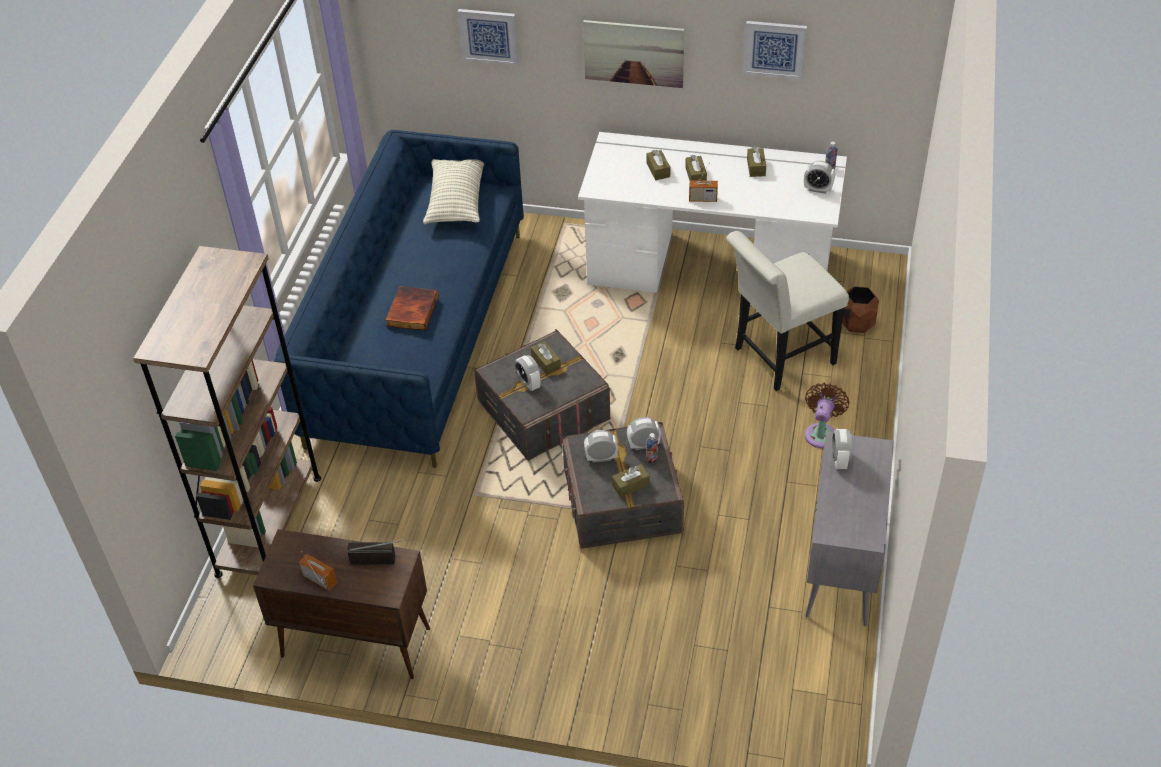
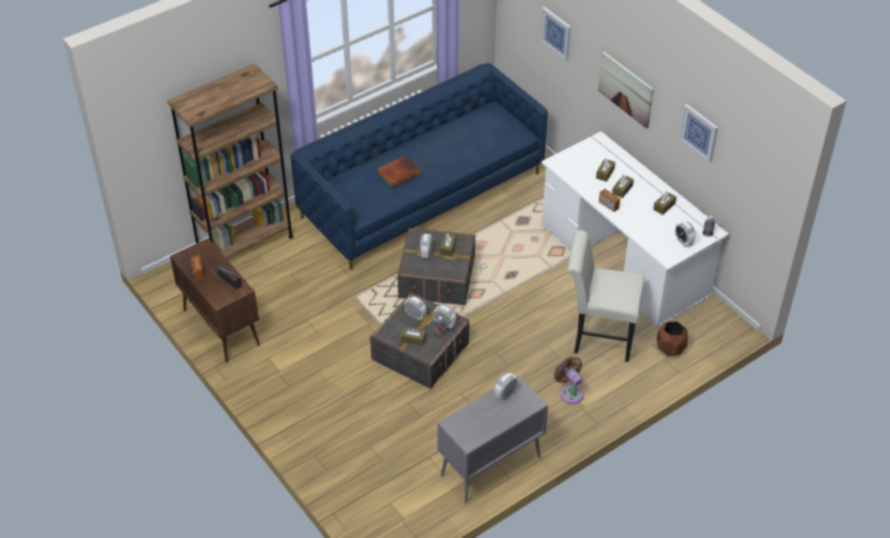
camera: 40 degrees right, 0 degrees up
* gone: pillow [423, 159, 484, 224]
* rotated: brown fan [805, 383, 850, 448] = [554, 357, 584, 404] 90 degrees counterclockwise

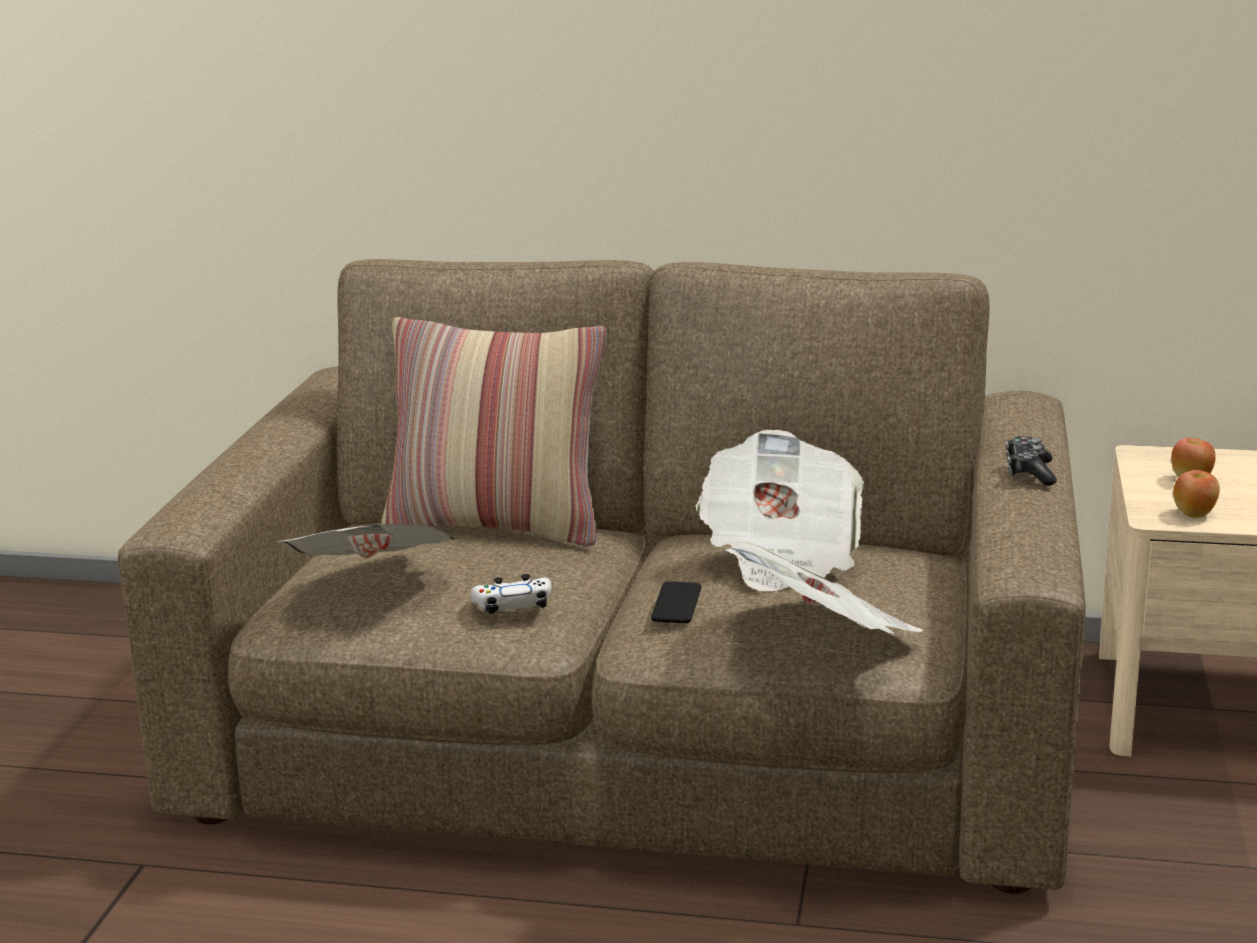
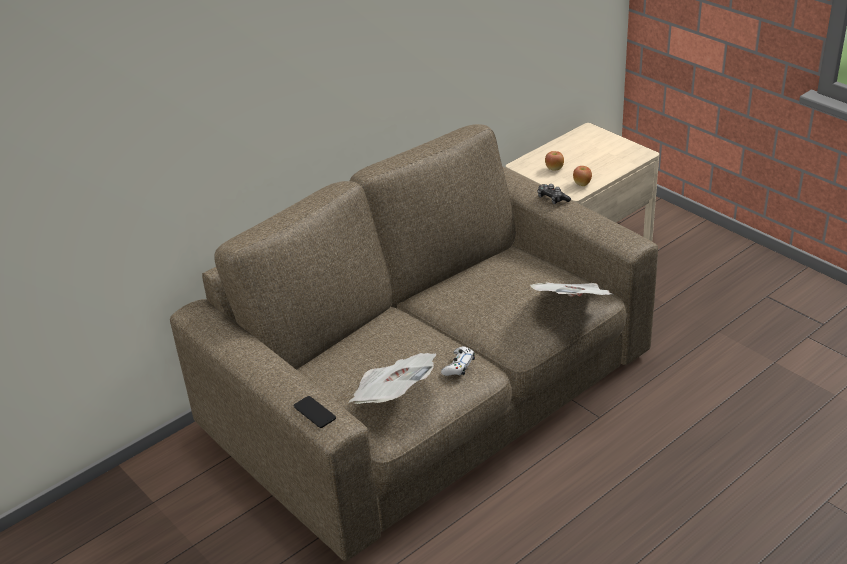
camera: 50 degrees left, 15 degrees up
* gone: pillow [381, 317, 607, 546]
* gone: newspaper [696, 430, 864, 592]
* shifted: phone [651, 581, 701, 623] to [294, 396, 336, 428]

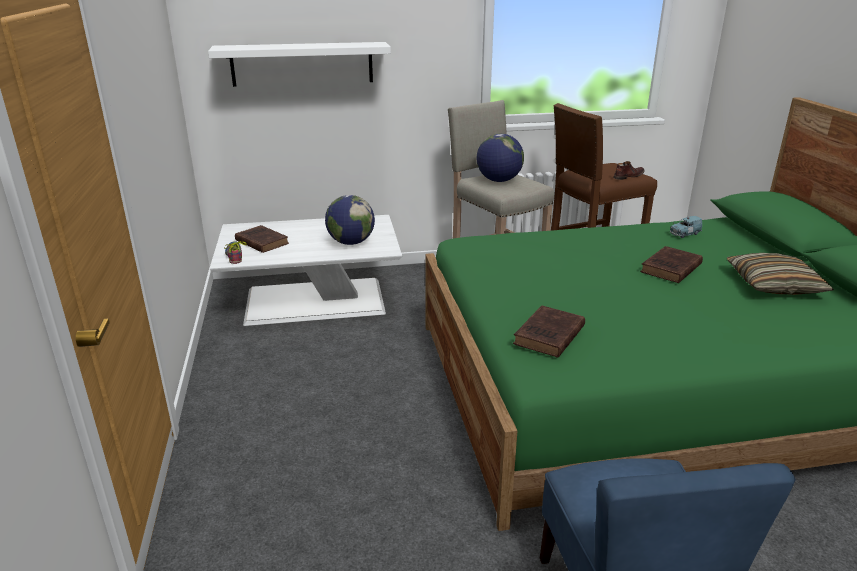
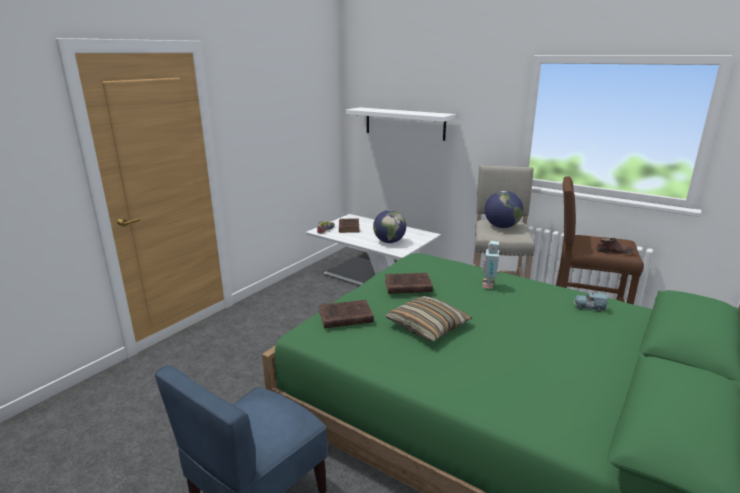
camera: 45 degrees right, 5 degrees down
* new: toy robot [482, 241, 500, 289]
* shifted: brown book [640, 246, 703, 283] to [385, 273, 433, 294]
* shifted: pillow [727, 253, 834, 295] to [385, 296, 472, 341]

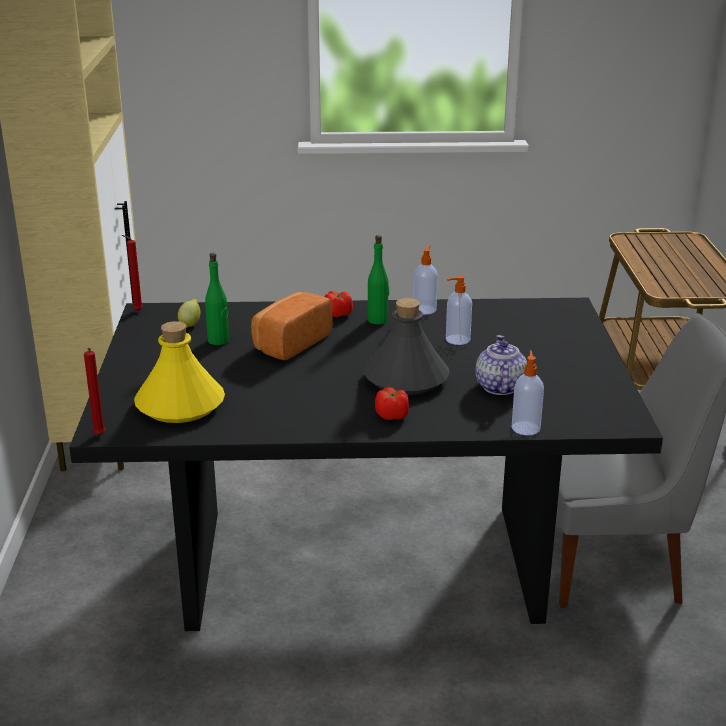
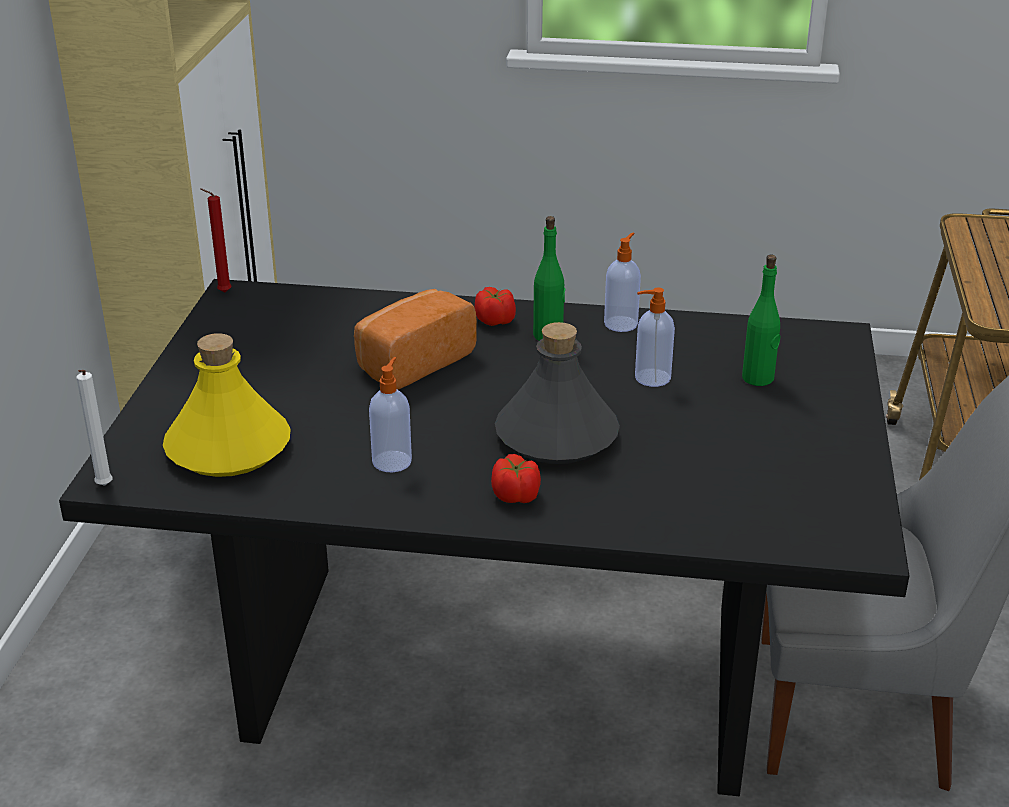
camera: 10 degrees right, 5 degrees up
* gone: lemon [178, 299, 200, 328]
* gone: teapot [475, 335, 527, 395]
* shifted: green bottle [205, 253, 229, 345] to [742, 255, 780, 386]
* shifted: soap dispenser [512, 350, 544, 435] to [369, 357, 412, 472]
* repainted: red candle [84, 348, 105, 435] to white candle [77, 370, 112, 486]

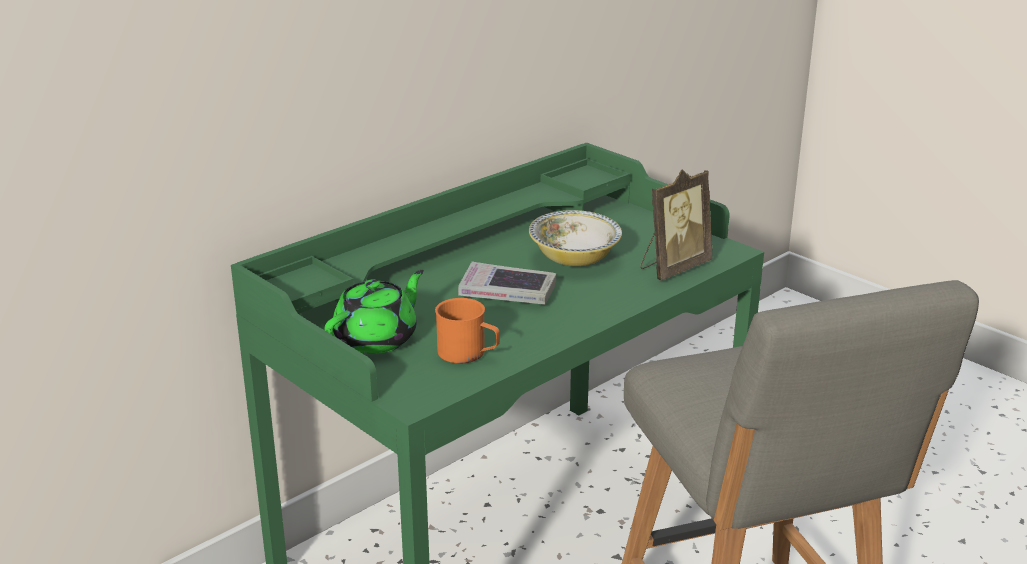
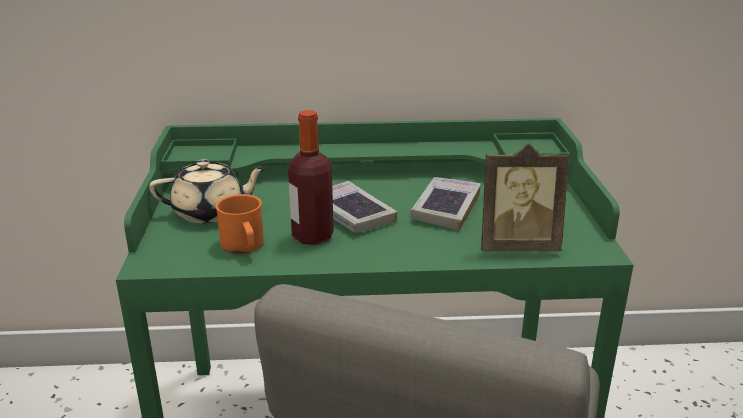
camera: 40 degrees right, 0 degrees up
* new: bottle [288, 110, 334, 245]
* swapped: bowl [529, 210, 622, 266] to book [410, 177, 481, 231]
* repainted: green teapot [324, 270, 424, 354] to beige teapot [149, 159, 267, 223]

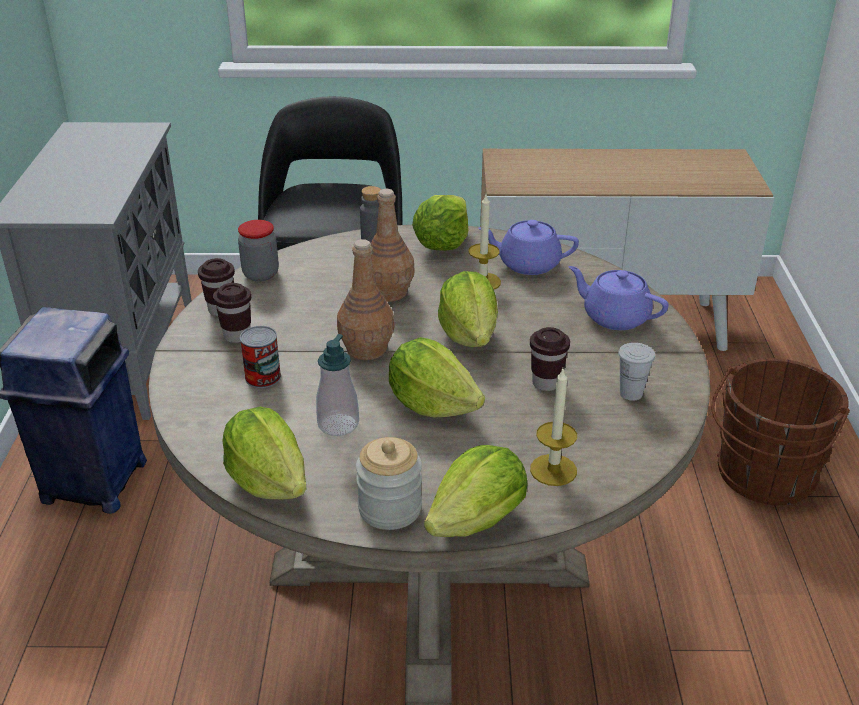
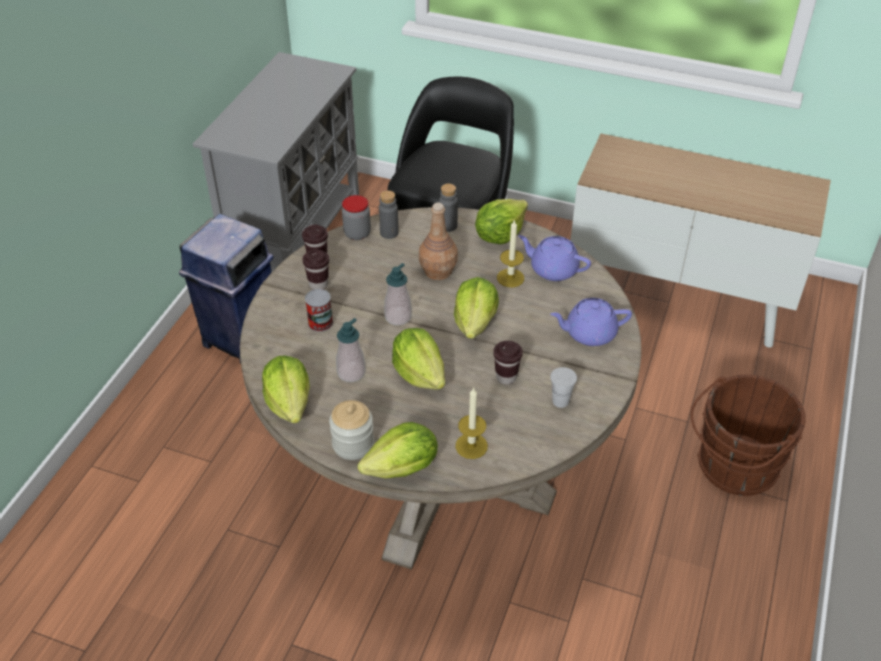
camera: 20 degrees right, 10 degrees up
* new: grey bottle [379, 190, 399, 239]
* swapped: brown bottle [337, 239, 395, 360] to soap dispenser [384, 263, 412, 326]
* rotated: purple teapot [568, 266, 668, 330] = [551, 298, 632, 346] 60 degrees counterclockwise

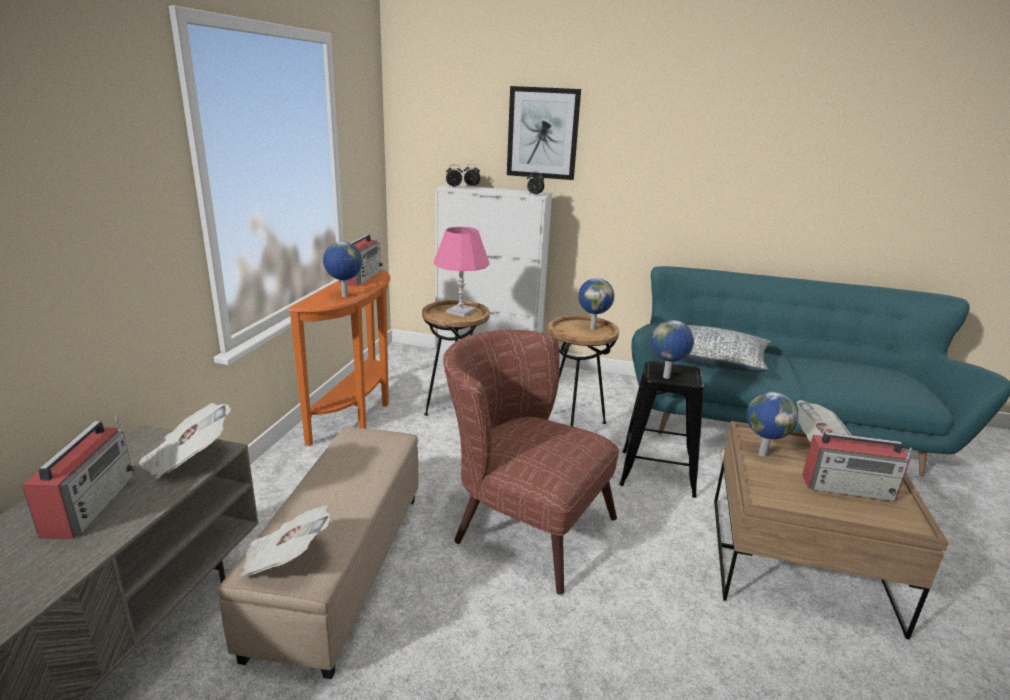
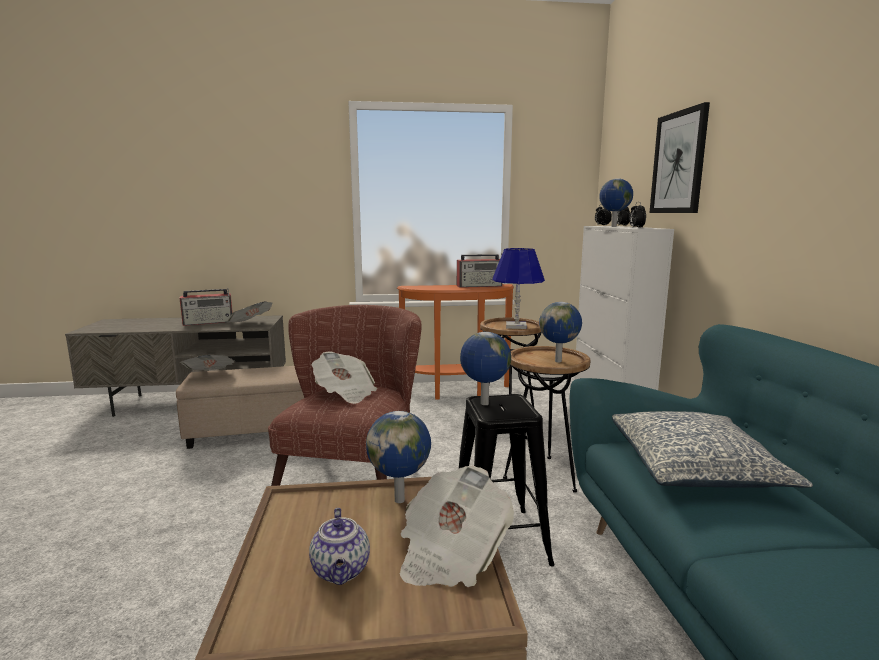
camera: 70 degrees right, 10 degrees down
* new: newspaper [312, 352, 377, 404]
* shifted: globe [323, 242, 362, 297] to [599, 178, 633, 227]
* swapped: radio [802, 432, 912, 502] to teapot [309, 508, 370, 585]
* repainted: pink table lamp [434, 227, 490, 317] to blue table lamp [492, 248, 545, 329]

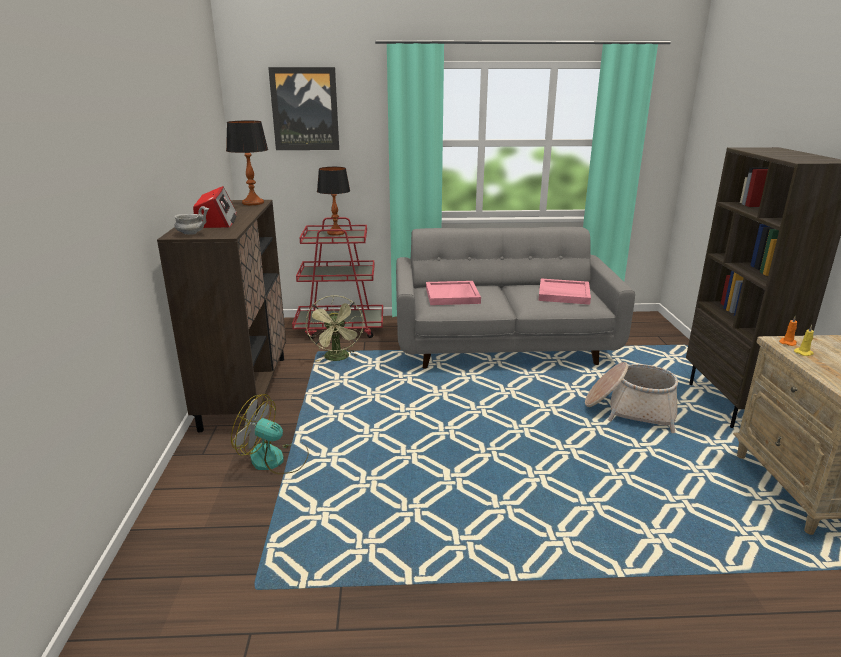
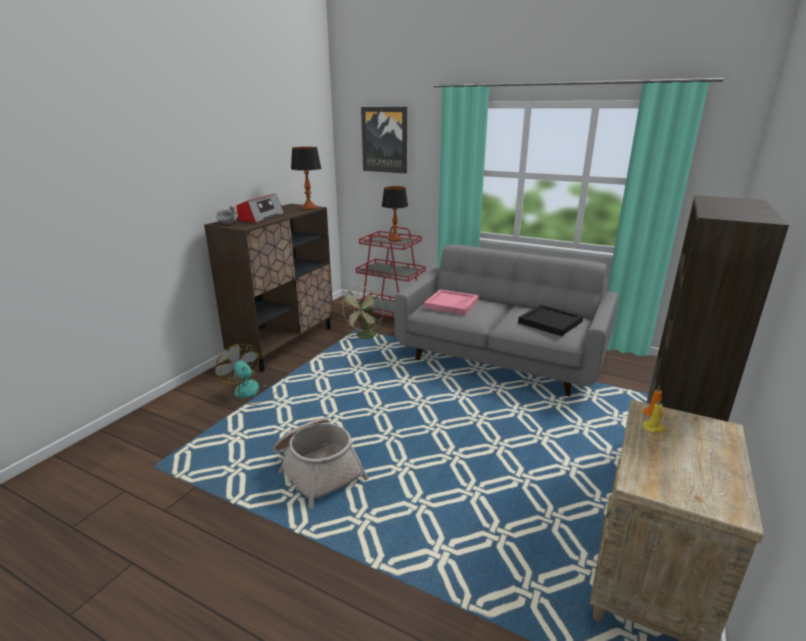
camera: 30 degrees right, 0 degrees up
* shifted: basket [585, 362, 678, 433] to [273, 418, 368, 509]
* repainted: pink tray [538, 278, 591, 305] to black tray [518, 305, 583, 336]

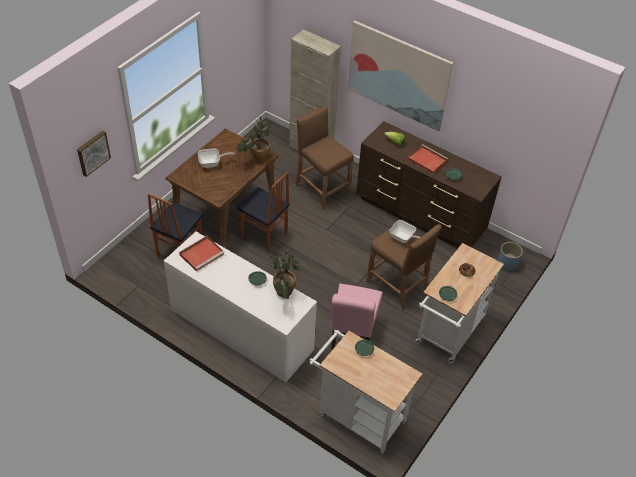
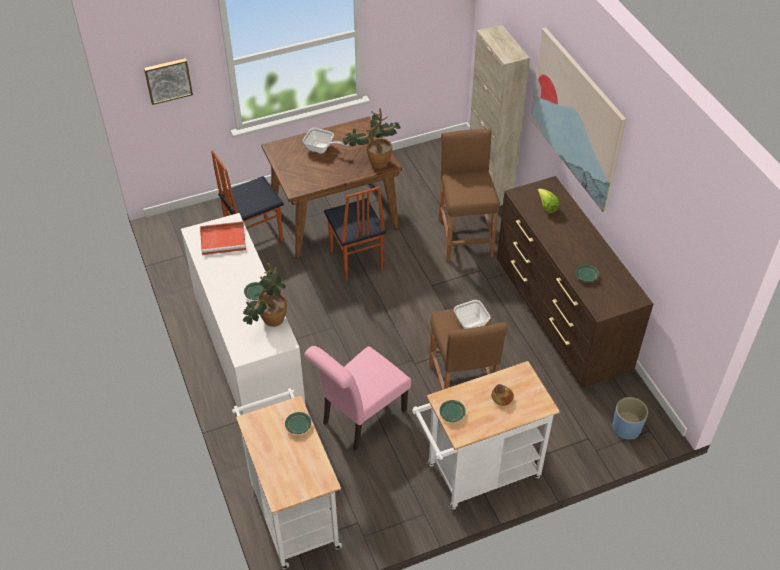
camera: 35 degrees right, 0 degrees up
* gone: red tray [407, 144, 448, 174]

